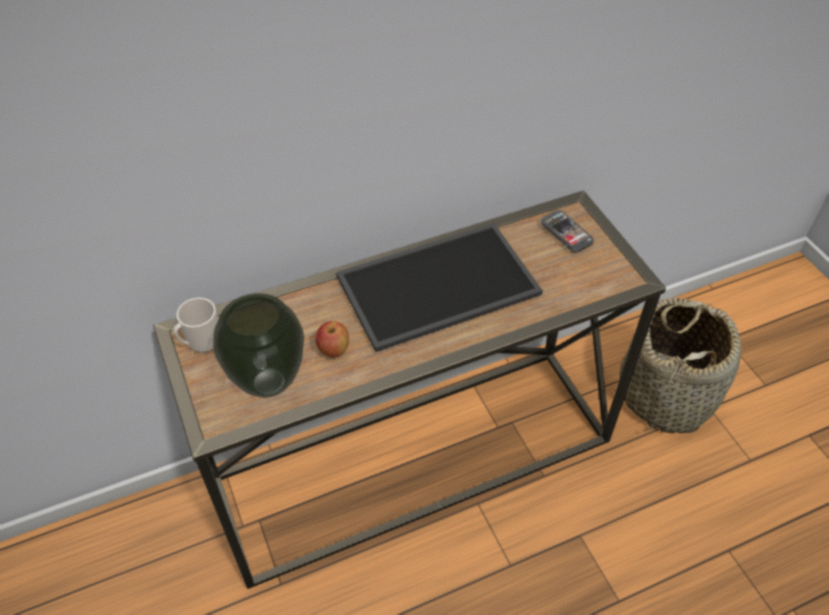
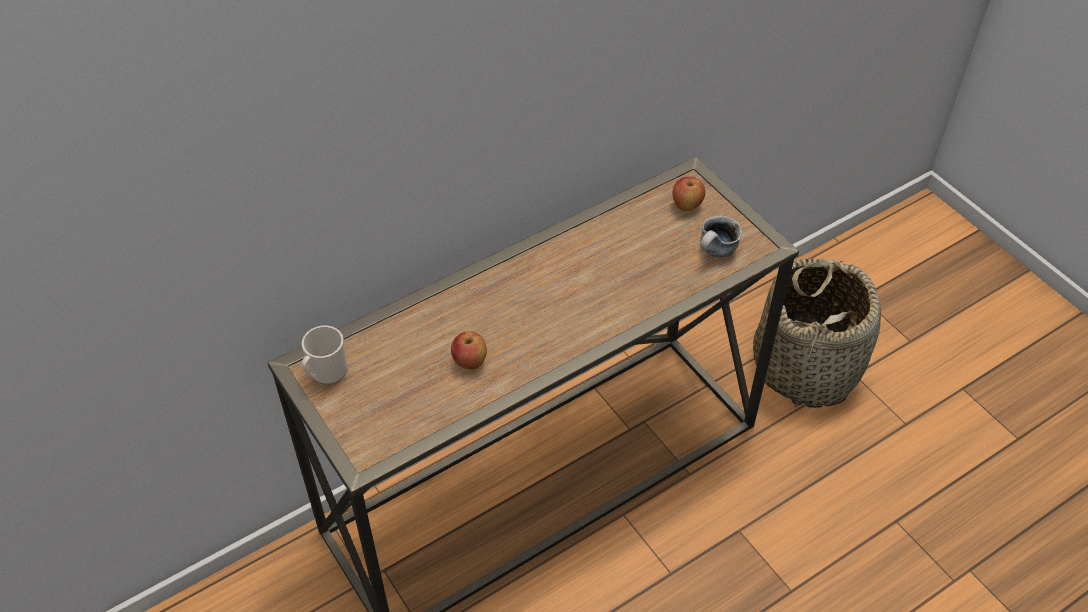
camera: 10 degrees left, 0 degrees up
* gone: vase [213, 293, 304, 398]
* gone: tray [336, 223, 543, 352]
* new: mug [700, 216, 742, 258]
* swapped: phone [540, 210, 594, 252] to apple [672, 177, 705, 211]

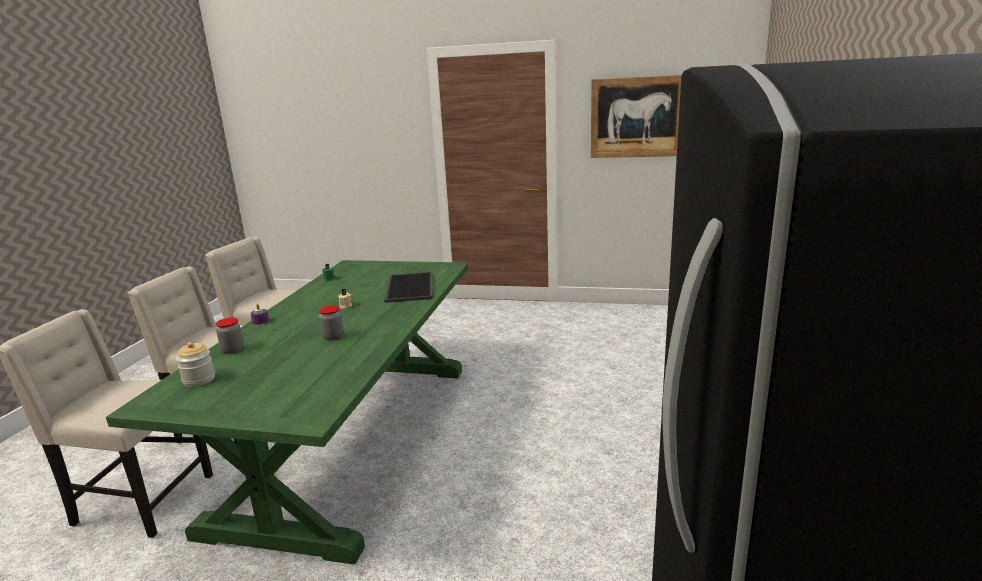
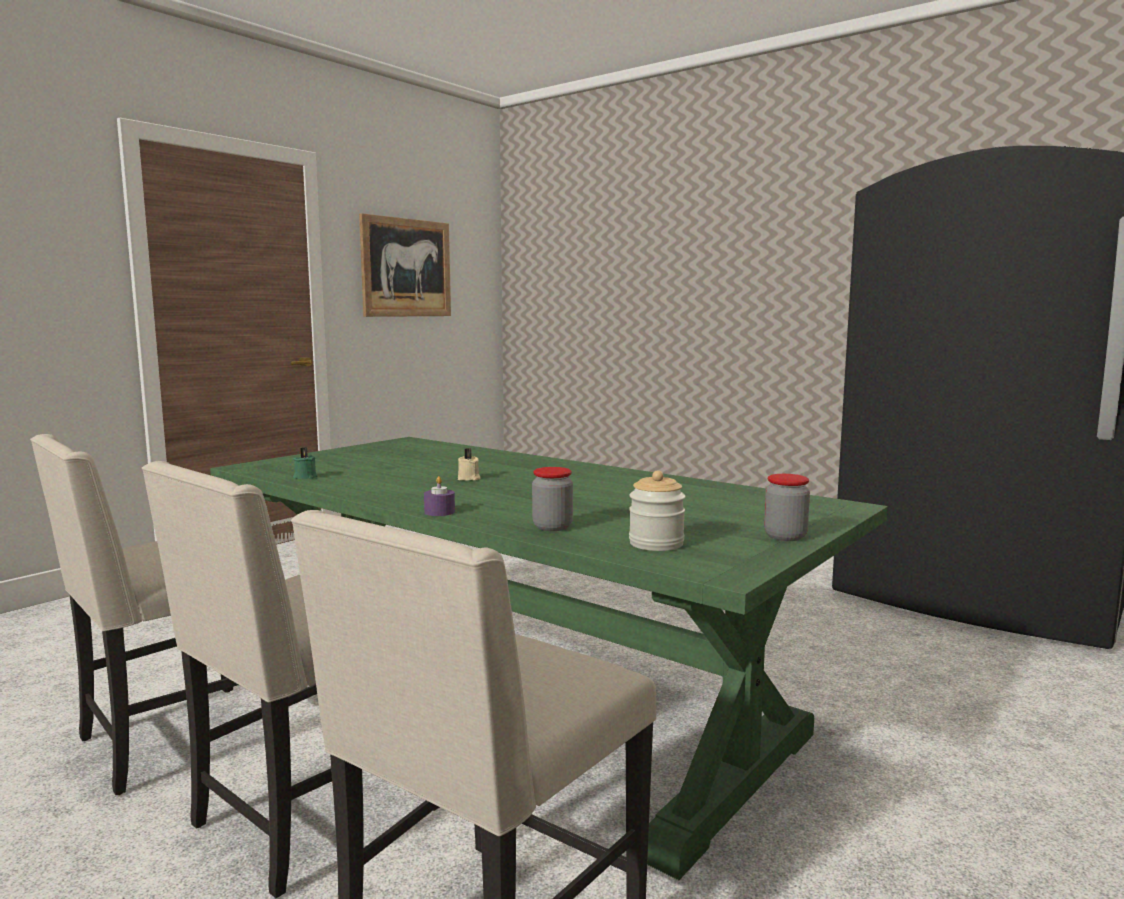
camera: 65 degrees left, 10 degrees down
* gone: tray [384, 272, 432, 303]
* shifted: jar [319, 305, 343, 340] to [764, 474, 810, 541]

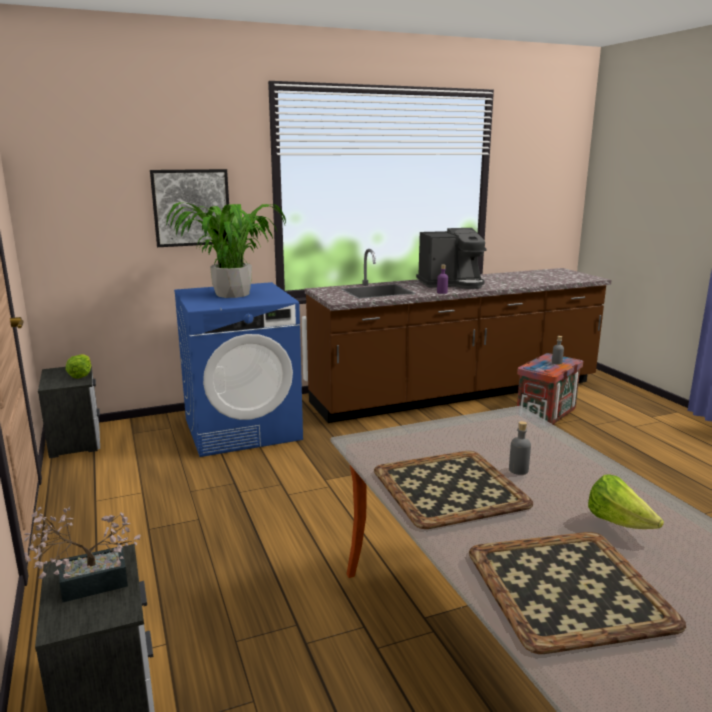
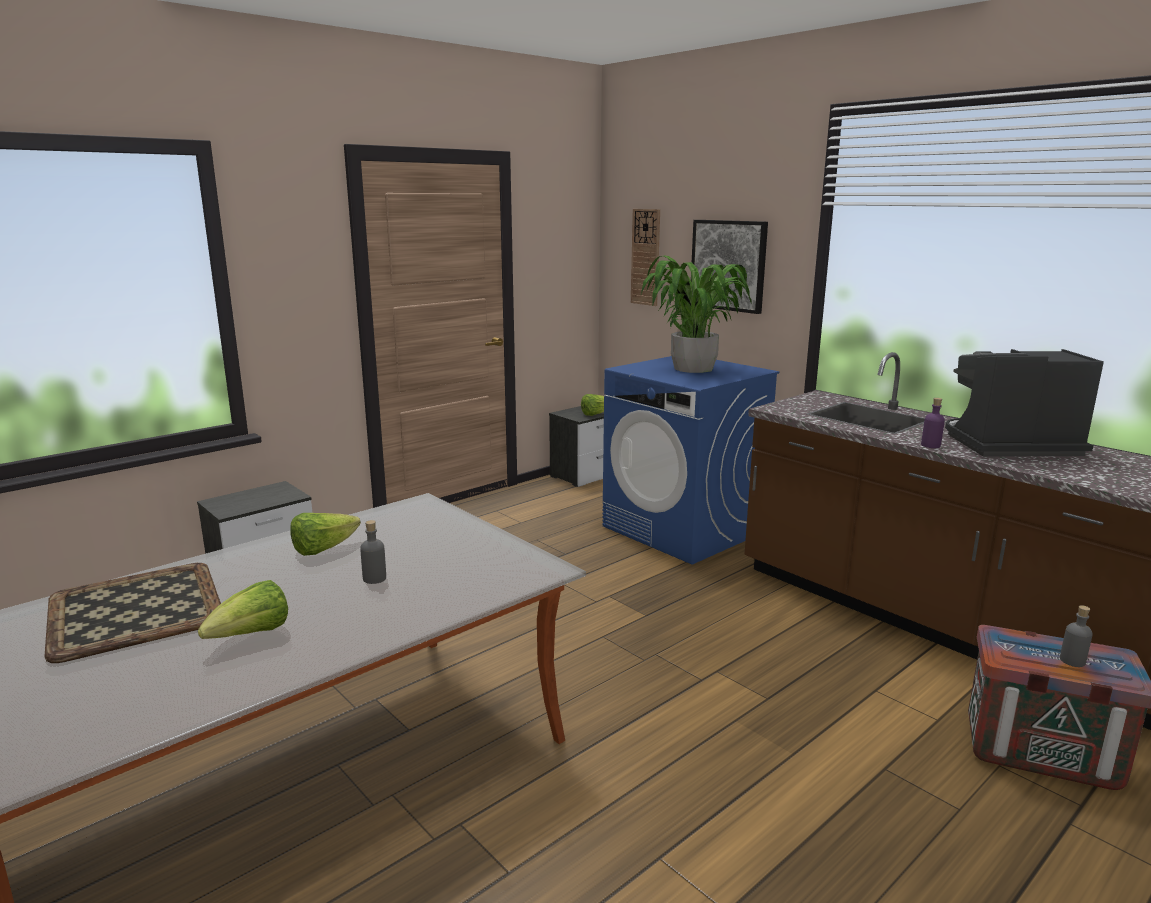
camera: 70 degrees right, 0 degrees up
* gone: potted plant [24, 507, 141, 602]
* new: wall clock [631, 209, 660, 306]
* swapped: tray [374, 451, 533, 529] to lettuce [290, 513, 361, 556]
* rotated: coffee machine [416, 228, 487, 289] = [945, 349, 1104, 456] 120 degrees clockwise

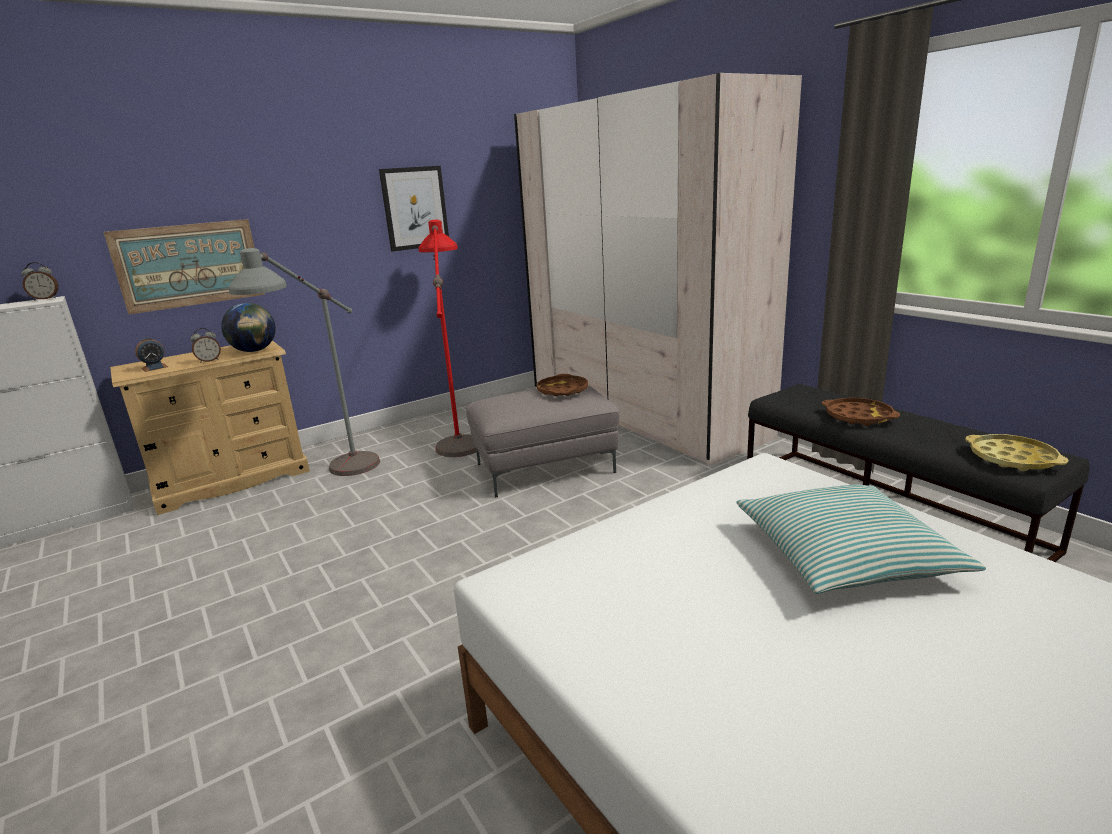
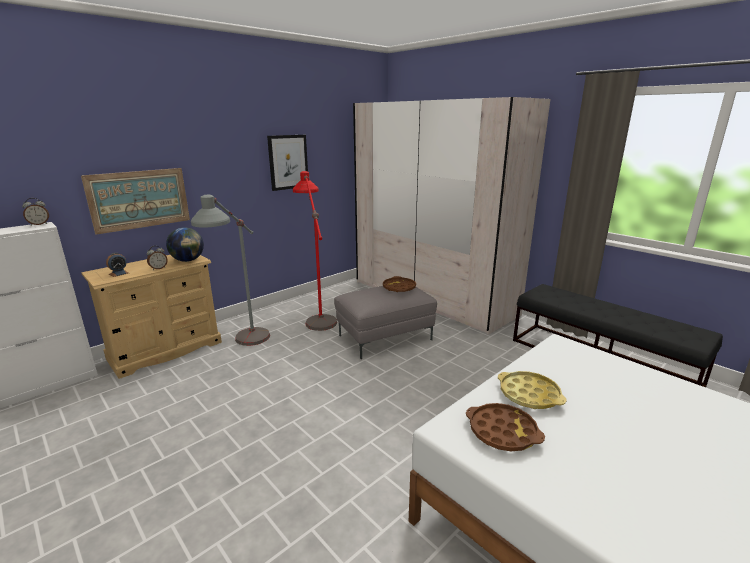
camera: 10 degrees left, 0 degrees up
* gone: pillow [736, 485, 986, 594]
* shifted: brown tray [822, 398, 900, 426] to [466, 403, 545, 451]
* shifted: yellow tray [965, 434, 1069, 471] to [498, 371, 567, 409]

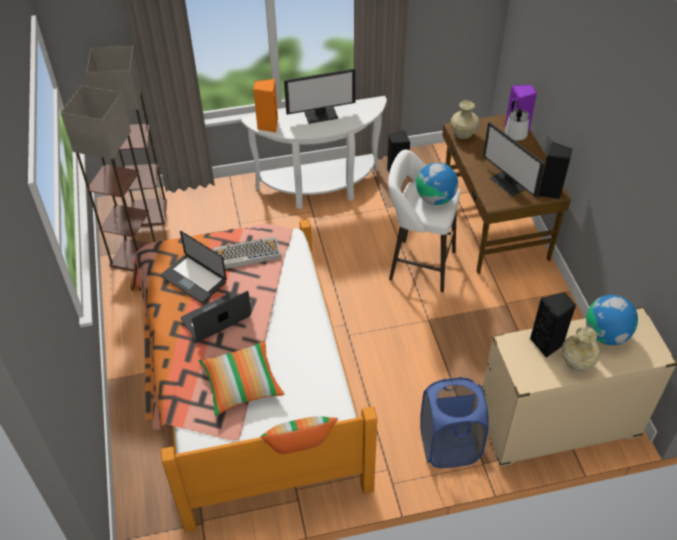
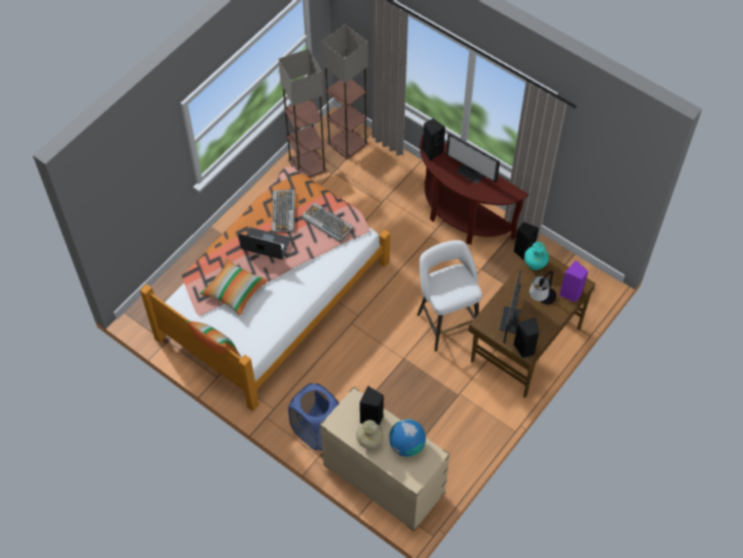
camera: 50 degrees right, 10 degrees up
* gone: globe [416, 163, 458, 205]
* swapped: laptop [161, 231, 227, 303] to keyboard [272, 189, 295, 232]
* repainted: white console table [241, 96, 387, 209] to brown console table [420, 135, 529, 245]
* repainted: orange speaker [253, 79, 278, 132] to black speaker [422, 118, 445, 160]
* repainted: beige vase [451, 101, 479, 139] to turquoise vase [524, 242, 549, 270]

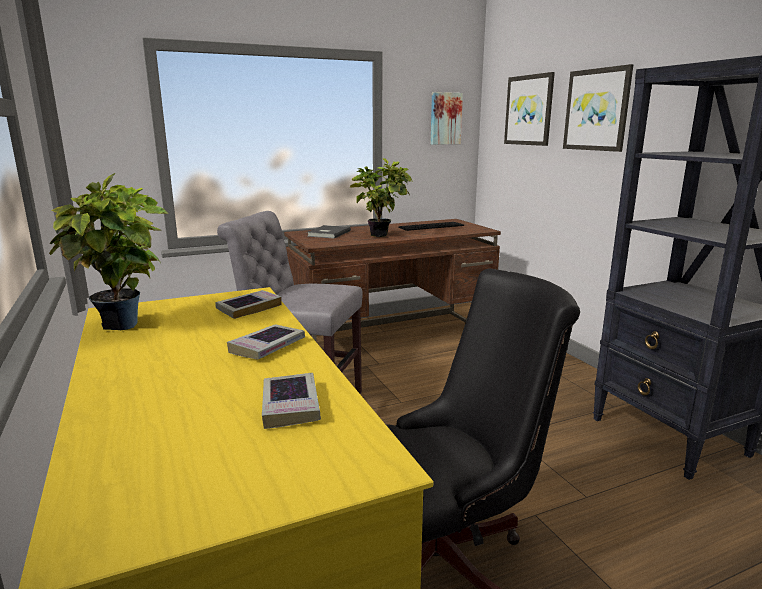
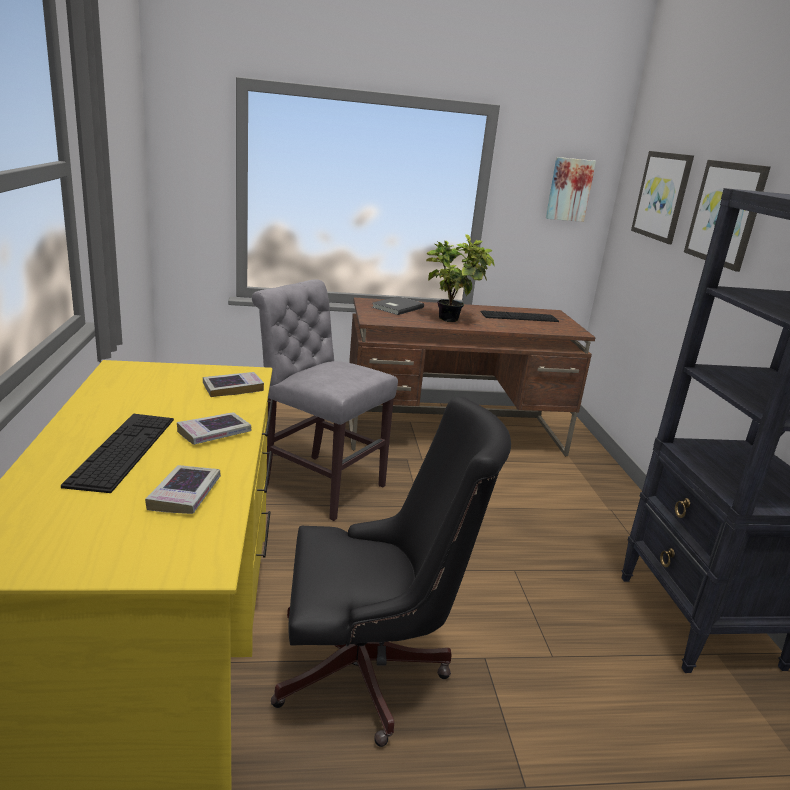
camera: 15 degrees right, 5 degrees up
* gone: potted plant [49, 173, 168, 330]
* new: keyboard [61, 414, 174, 493]

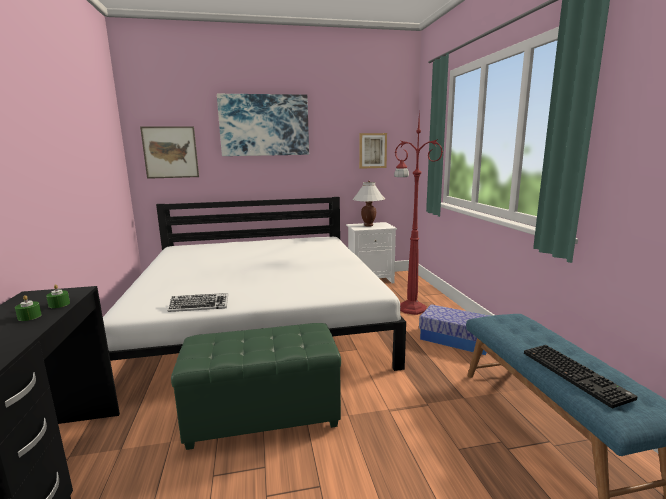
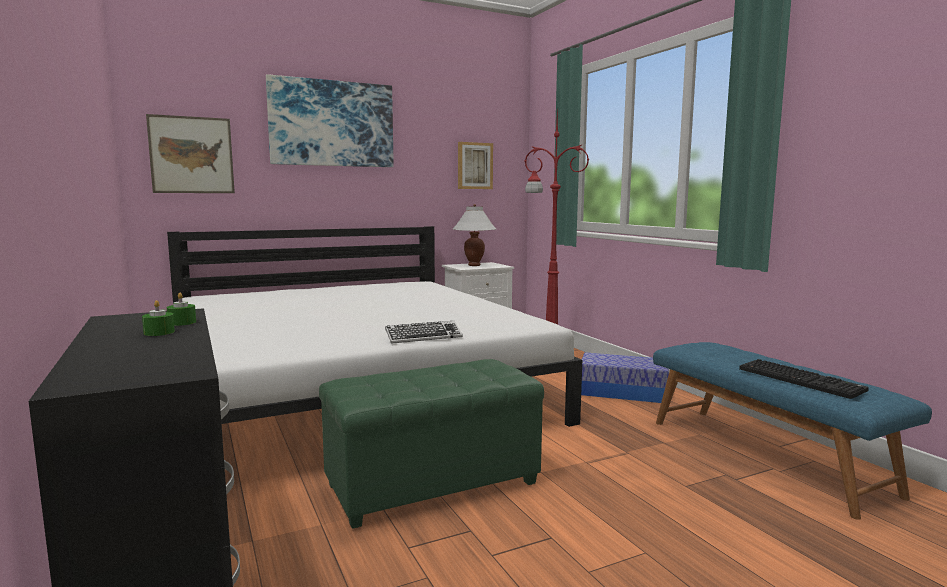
camera: 15 degrees left, 5 degrees down
* shifted: keyboard [168, 293, 228, 312] to [385, 321, 463, 344]

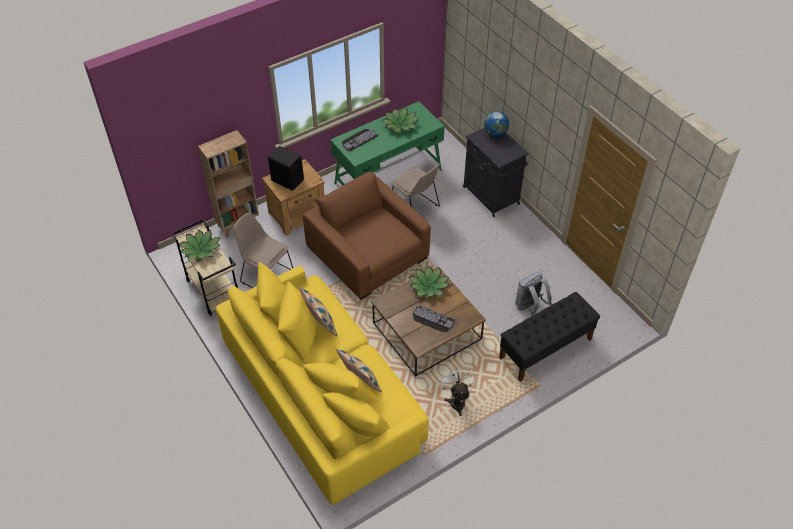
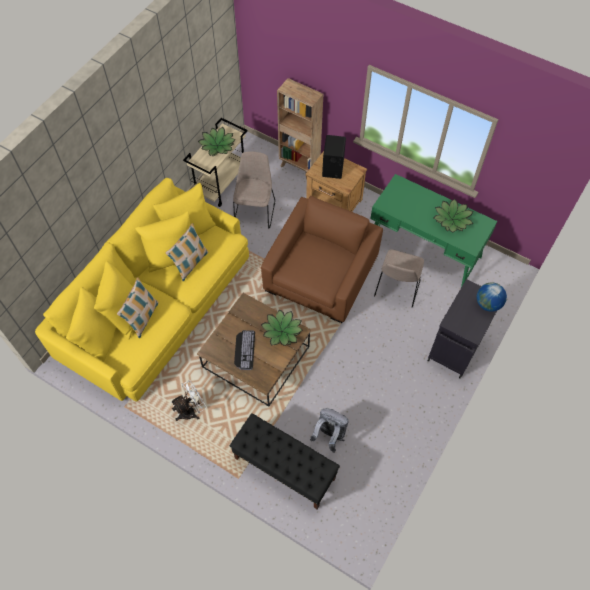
camera: 65 degrees right, 10 degrees up
* gone: keyboard [342, 129, 378, 152]

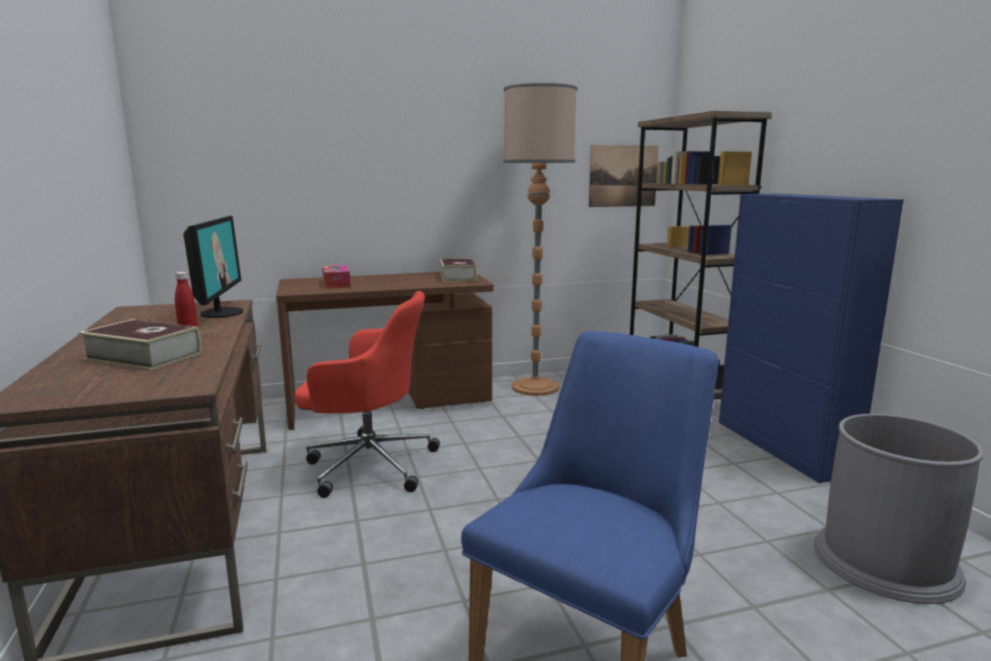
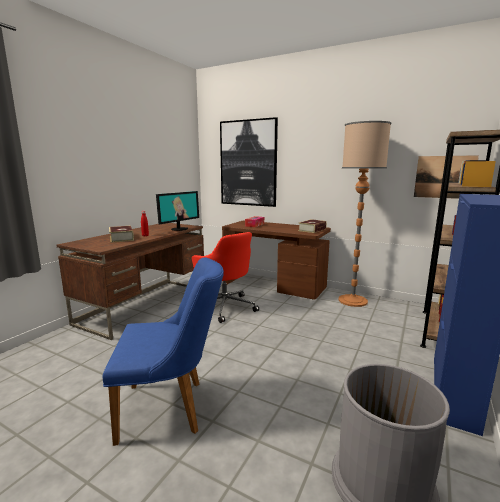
camera: 45 degrees right, 0 degrees up
* new: picture [220, 117, 278, 207]

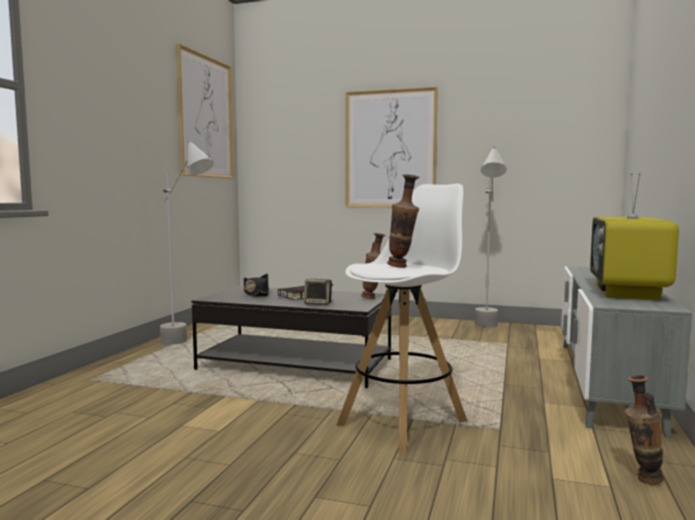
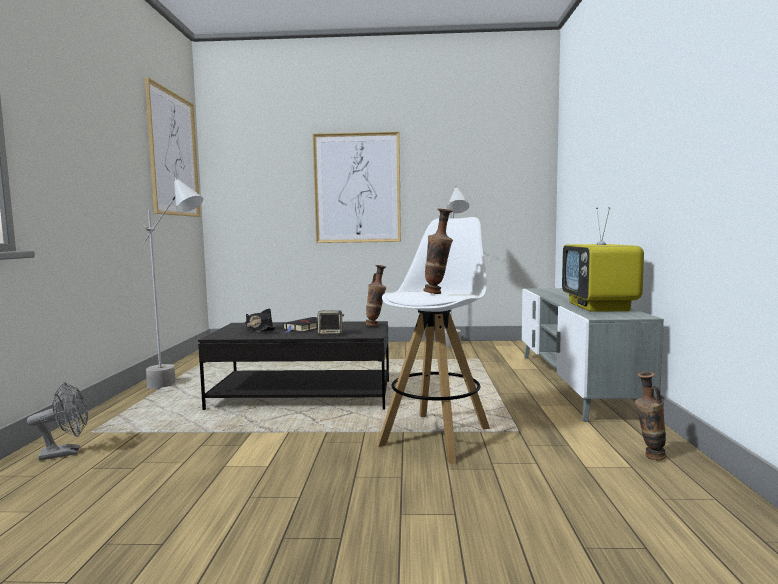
camera: 15 degrees left, 0 degrees up
* new: grey fan [27, 382, 88, 461]

